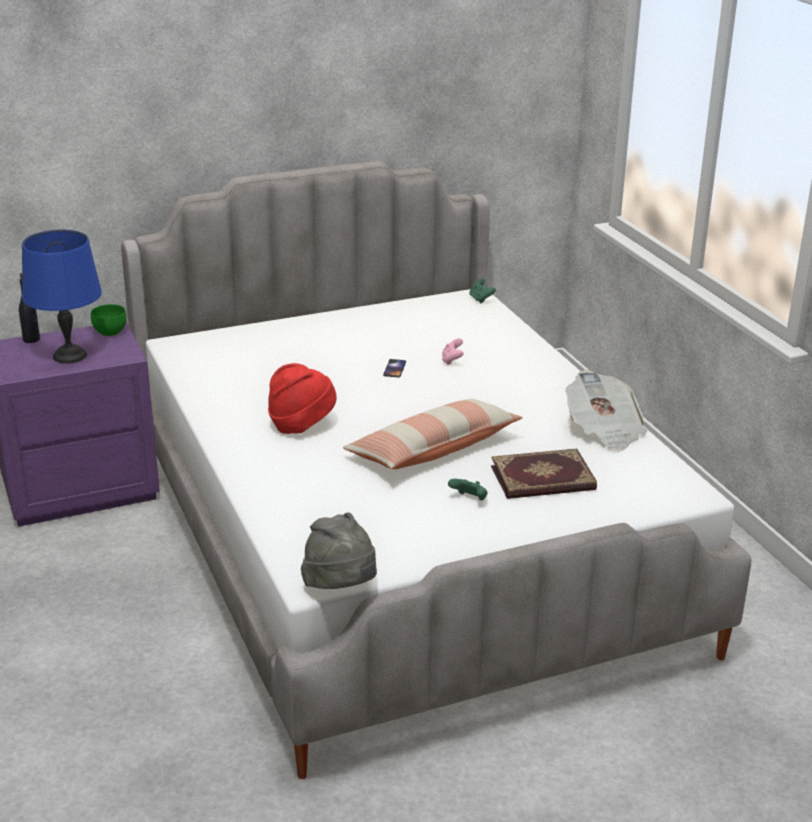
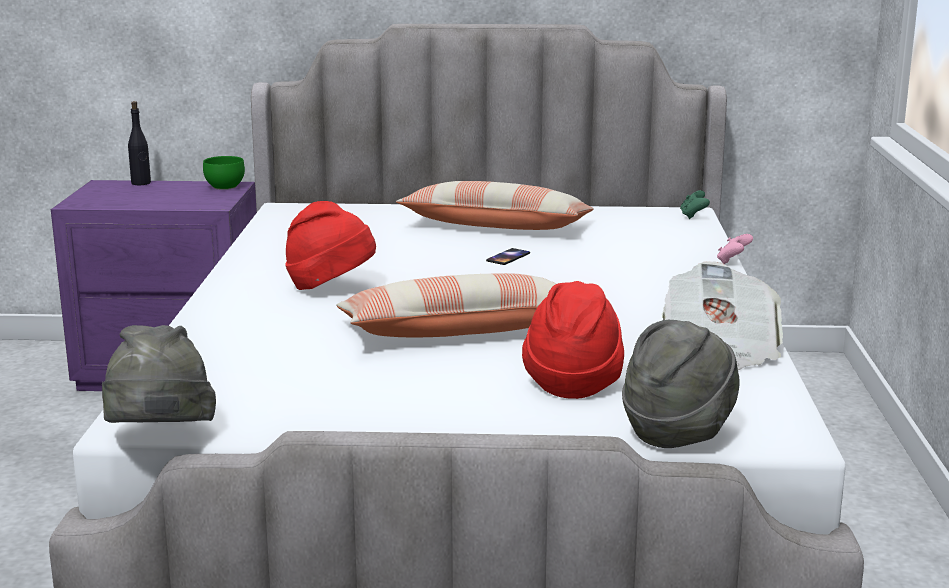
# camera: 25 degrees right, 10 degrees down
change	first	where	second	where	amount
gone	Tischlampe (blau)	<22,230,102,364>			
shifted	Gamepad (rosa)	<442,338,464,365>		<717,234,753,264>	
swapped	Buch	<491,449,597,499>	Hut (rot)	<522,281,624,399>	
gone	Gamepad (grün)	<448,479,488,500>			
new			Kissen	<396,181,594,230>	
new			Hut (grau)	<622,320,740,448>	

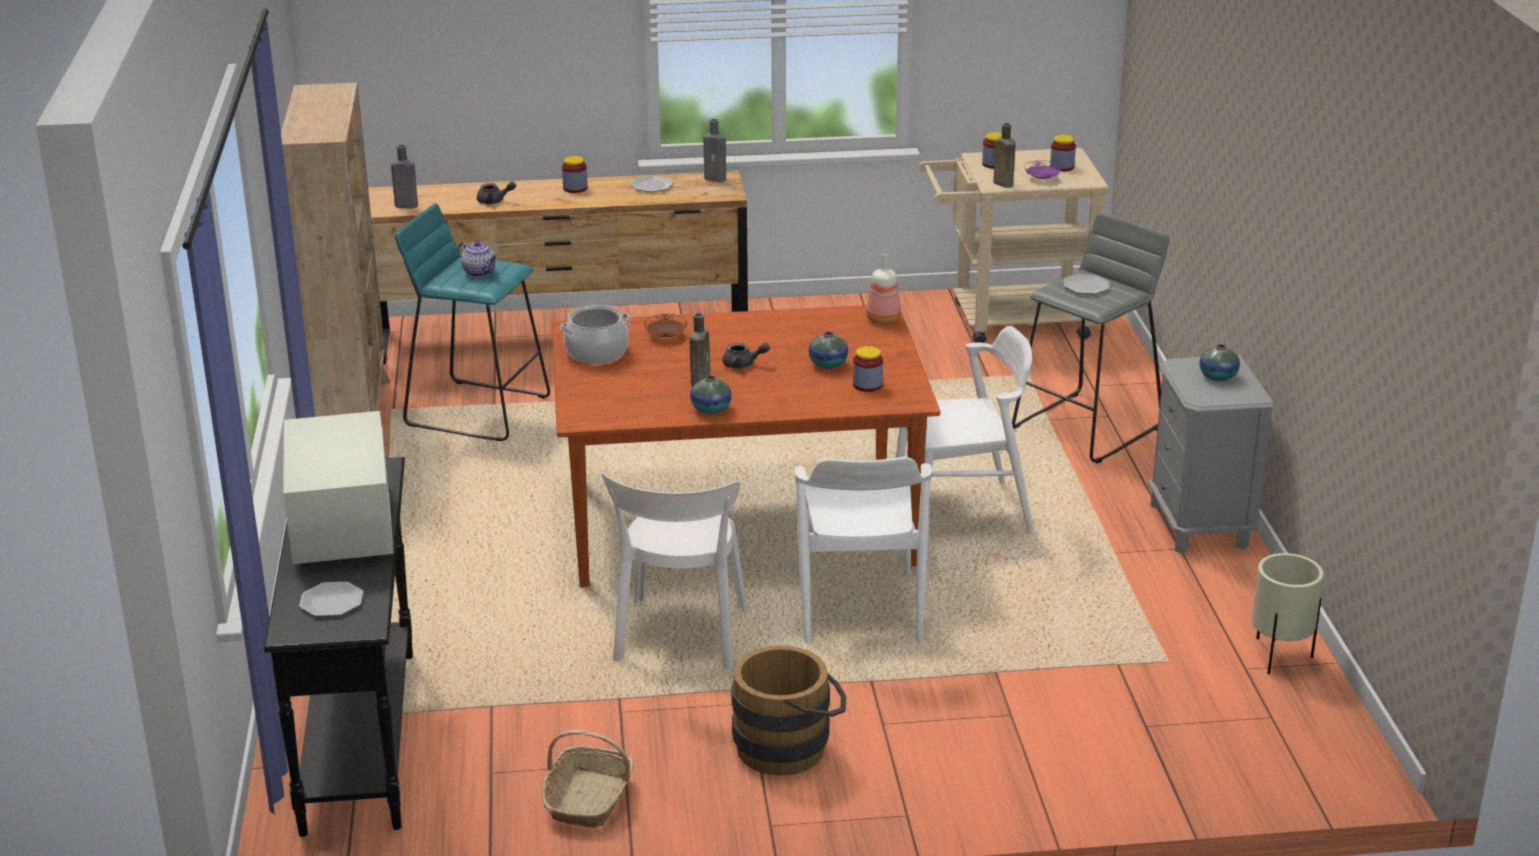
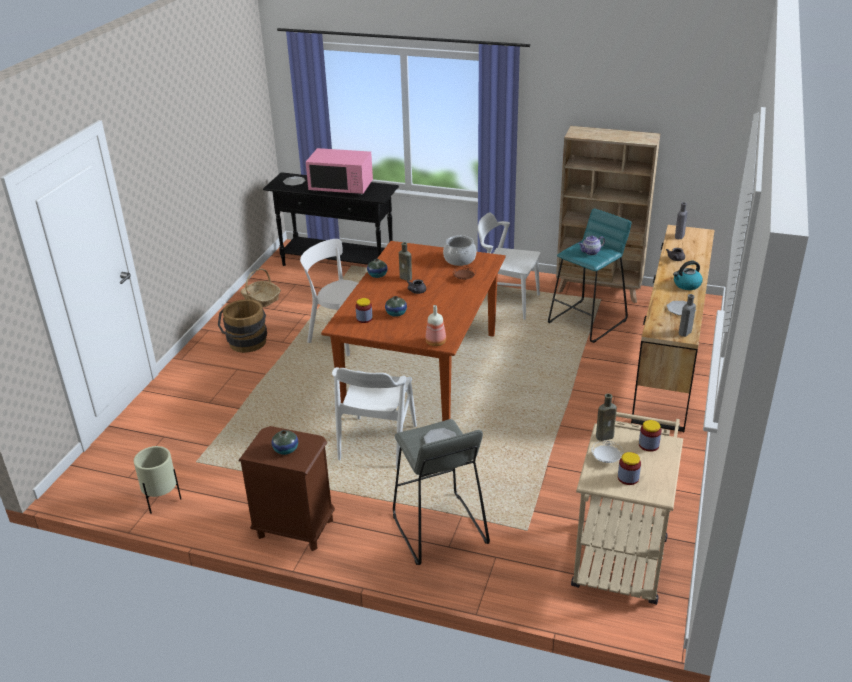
# camera: 115 degrees right, 5 degrees up
change	first	where	second	where	amount
swapped	Vorratsglas	<562,156,588,193>	Wasserkessel	<673,261,703,290>	
repainted	Teller (lila)	<1024,160,1062,179>	Teller (weiß)	<591,441,624,463>	
repainted	Nachttisch (grau)	<1148,355,1274,554>	Nachttisch (braun)	<238,426,335,551>	
repainted	Mikrowelle (weiß)	<283,411,394,566>	Mikrowelle (rosa)	<306,148,373,195>	
shifted	Stuhl (weiß)	<795,457,932,643>		<478,213,540,320>	

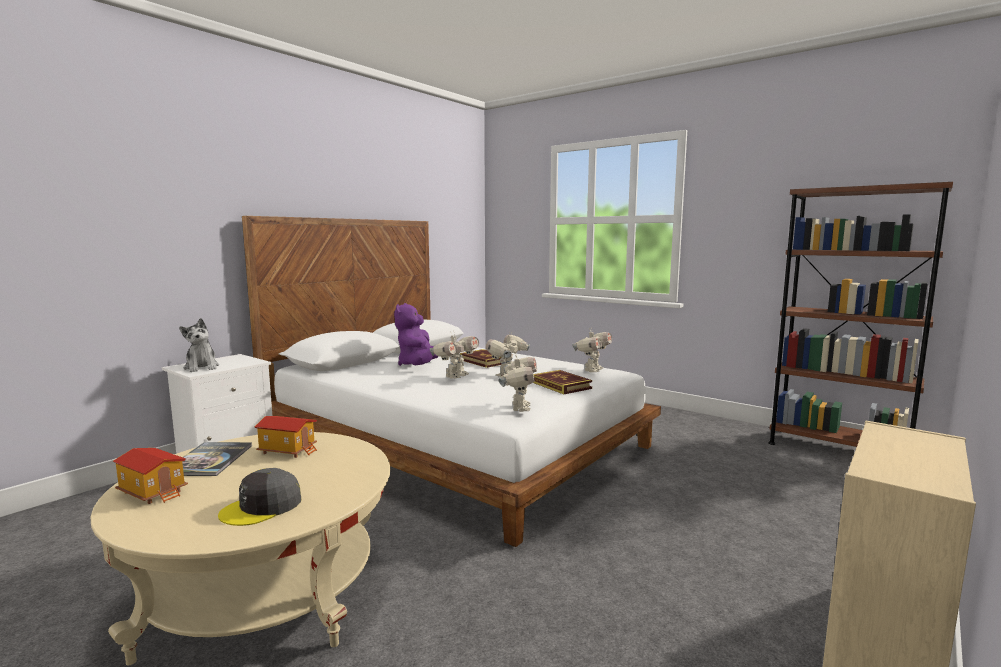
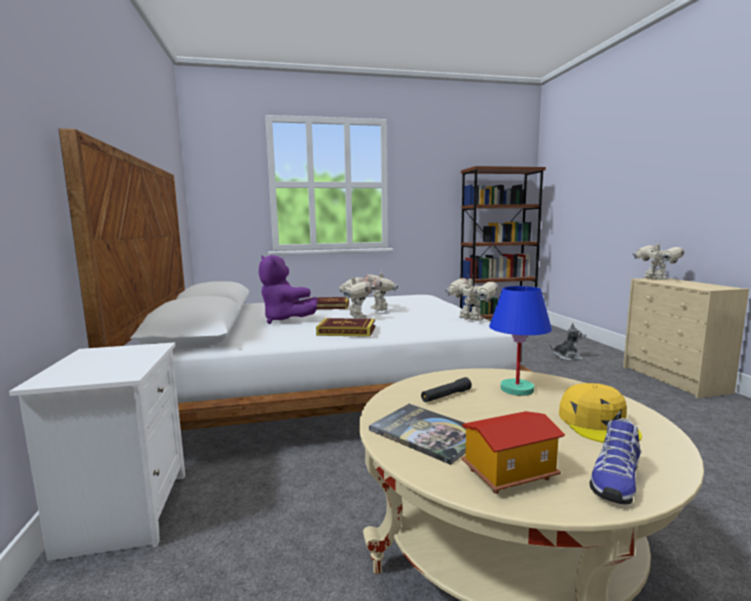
# camera: 50 degrees left, 0 degrees up
change	first	where	second	where	amount
shifted	Plüschtier	<179,318,219,372>		<549,323,586,361>	
shifted	Spielzeugroboter	<572,328,612,372>		<633,241,684,280>	
shifted	Buch	<533,370,592,394>		<316,318,375,337>	
swapped	Spielzeughaus	<255,416,317,458>	Taschenlampe (schwarz)	<421,377,472,402>	
repainted	Kappe (grau)	<218,468,301,526>	Kappe (gelb)	<559,383,642,443>	
new			Tischlampe (blau)	<489,286,552,396>	
new			Schuh	<589,418,641,505>	

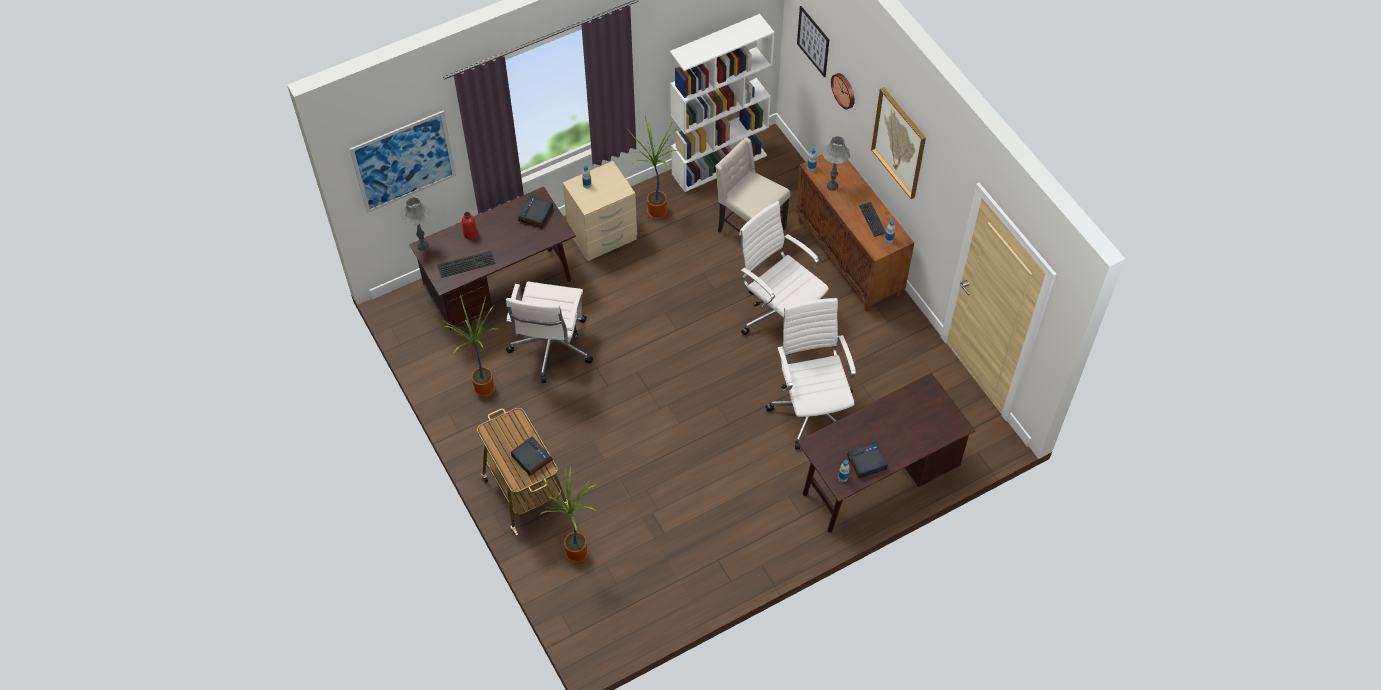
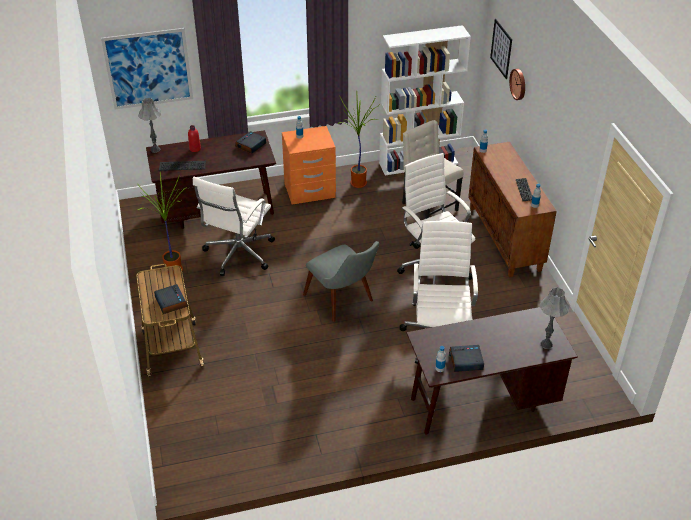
# camera: 15 degrees right, 15 degrees down
change	first	where	second	where	amount
gone	Bild	<871,87,926,199>			
shifted	Tischlampe (grau)	<822,136,850,191>		<540,287,570,349>	
repainted	Nachttisch (beige)	<563,161,637,261>	Nachttisch (orange)	<282,126,336,205>	
gone	Topfpflanze	<539,462,597,563>			
new			Stuhl (grau)	<303,241,379,322>	

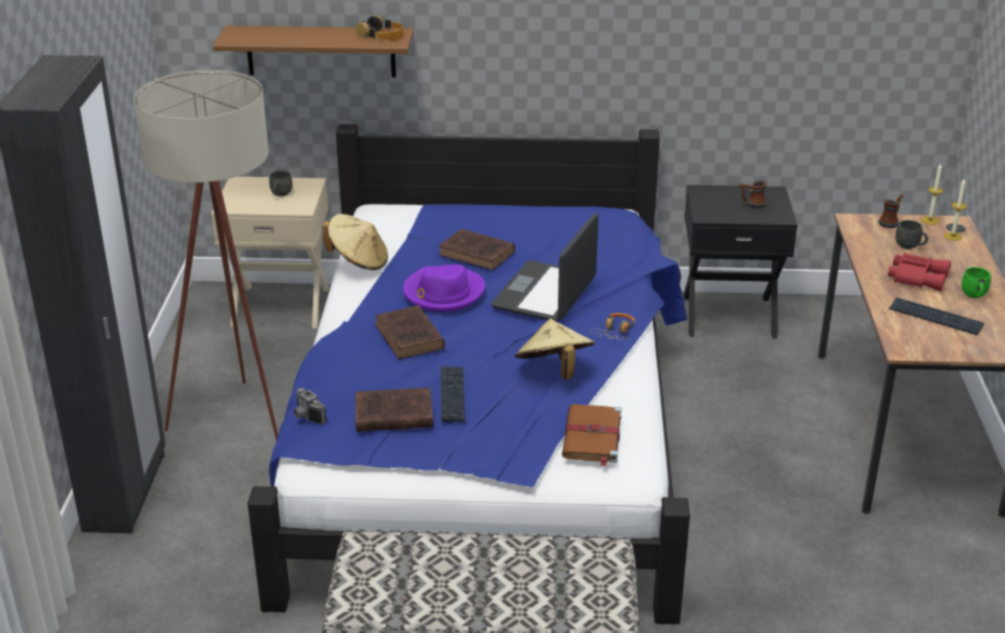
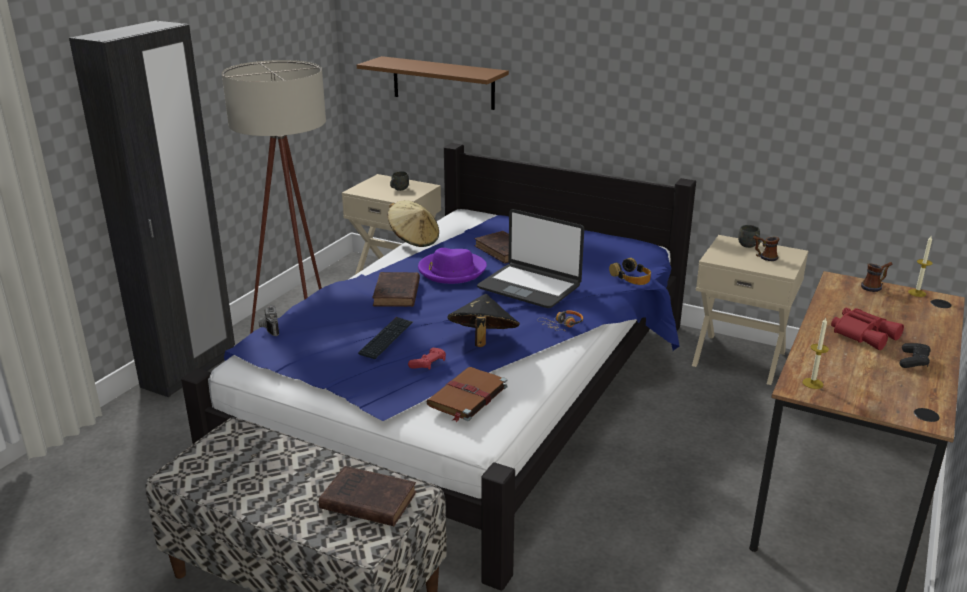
# camera: 25 degrees right, 5 degrees down
change	first	where	second	where	amount
shifted	Kopfhörer	<356,15,403,40>		<609,258,651,285>	
shifted	Kerze	<944,179,967,241>		<802,318,829,389>	
repainted	Nachttisch (schwarz)	<683,185,798,339>	Nachttisch (beige)	<692,235,809,385>	
rotated	Laptop	<491,212,599,322>		<477,209,584,308>	105 degrees counterclockwise
shifted	Henkelbecher (grau)	<895,220,928,249>		<738,225,761,248>	
swapped	Henkelbecher (grün)	<961,267,991,298>	Gamepad (schwarz)	<900,343,931,368>	
gone	Tastatur	<889,297,984,335>			
repainted	Hut (beige)	<515,319,595,380>	Hut (schwarz)	<447,294,520,347>	
shifted	Buch (braun)	<355,388,433,432>		<319,466,416,526>	
new			Gamepad (rot)	<408,348,446,370>	

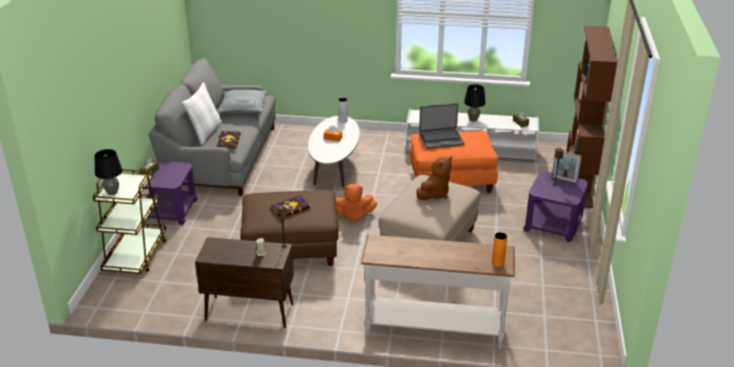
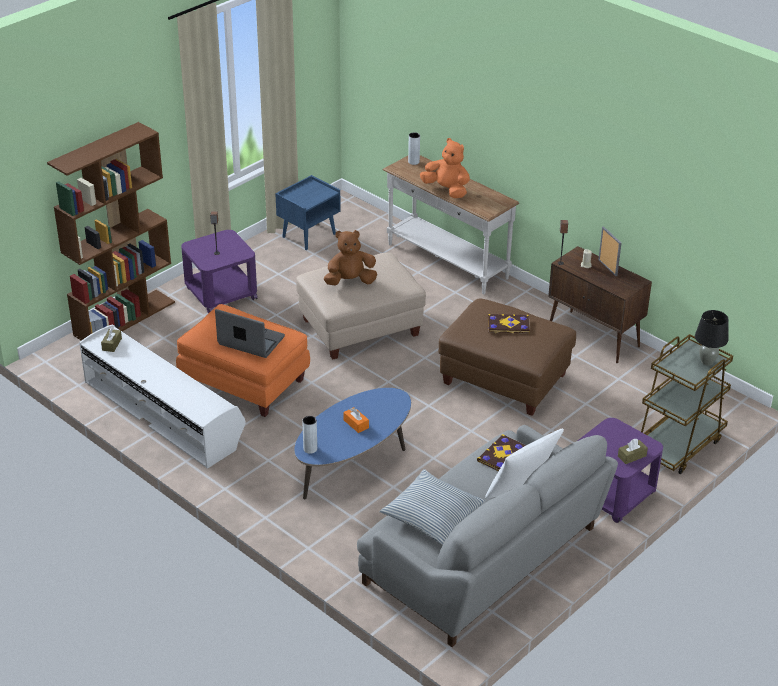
# camera: 145 degrees left, 5 degrees up
change	first	where	second	where	amount
gone	Tischlampe (schwarz)	<464,84,485,122>			
repainted	Couchtisch (weiß)	<308,115,360,187>	Couchtisch (blau)	<294,388,411,499>	
shifted	Bilderrahmen	<552,151,582,184>		<598,227,621,276>	
shifted	Plüschtier (orange)	<336,184,377,223>		<420,138,470,198>	
repainted	Vase (orange)	<492,232,507,267>	Vase (grau)	<408,132,420,165>	
new			Nachttisch (blau)	<275,175,341,250>	

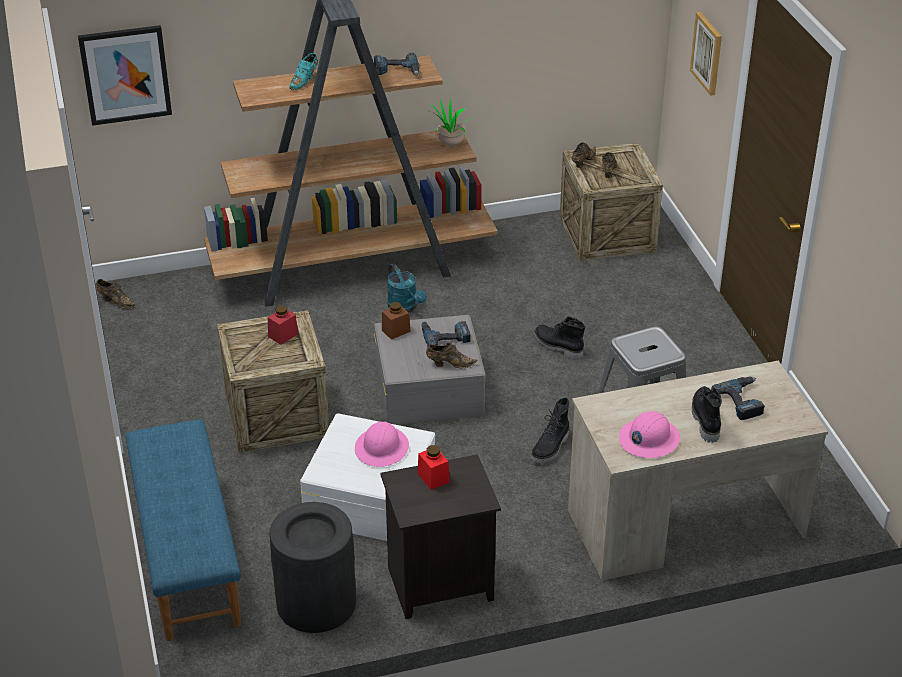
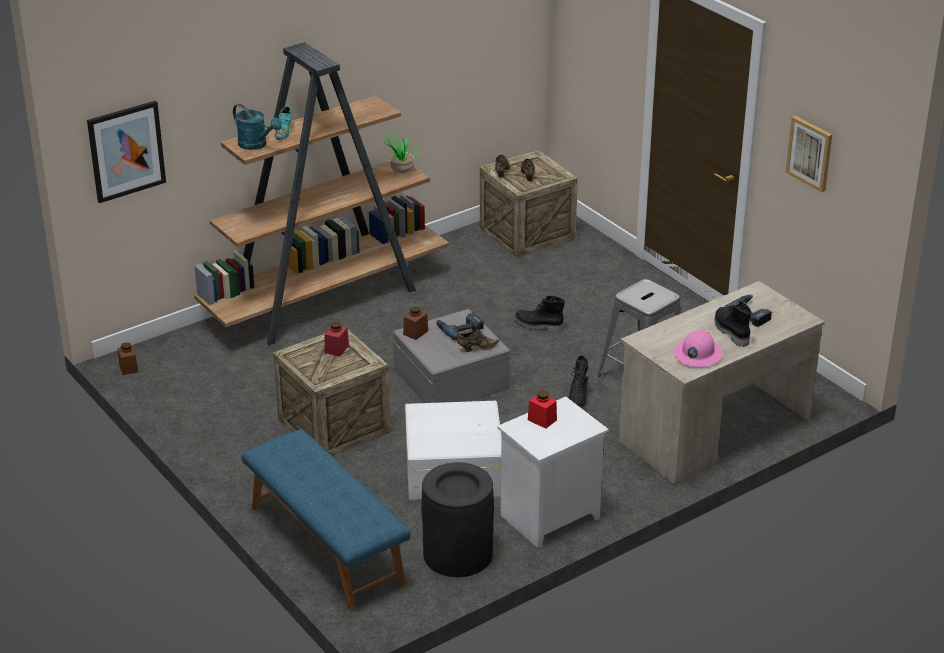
# camera: 20 degrees left, 5 degrees down
change	first	where	second	where	amount
shifted	Bild	<690,12,722,96>		<786,116,832,192>	
gone	Bohrmaschine	<374,52,419,76>			
shifted	Gießkanne (türkis)	<387,263,426,313>		<233,104,282,150>	
swapped	Schuh (braun)	<96,279,135,309>	Vorratsglas (braun)	<118,342,138,375>	
gone	Schutzhelm (rosa)	<355,422,409,467>			
repainted	Nachttisch (schwarz)	<380,454,501,619>	Nachttisch (weiß)	<497,397,609,548>	

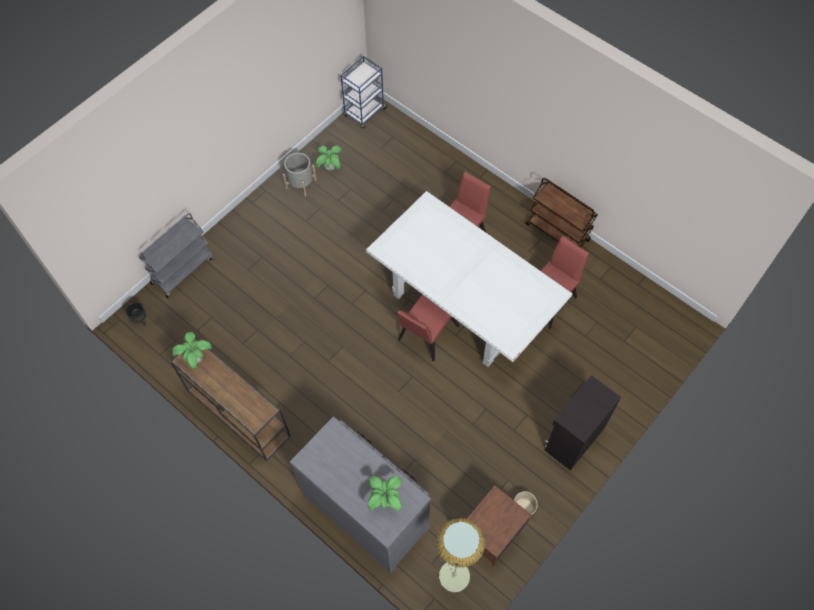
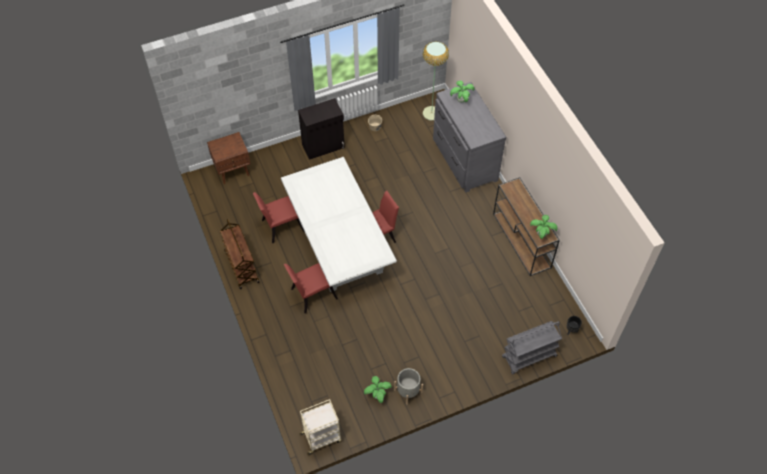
# camera: 155 degrees left, 5 degrees down
change	first	where	second	where	amount
repainted	Rollwagen (blau)	<340,56,387,129>	Rollwagen (beige)	<299,399,342,454>	
shifted	Nachttisch (braun)	<466,486,531,566>		<207,132,251,184>	

